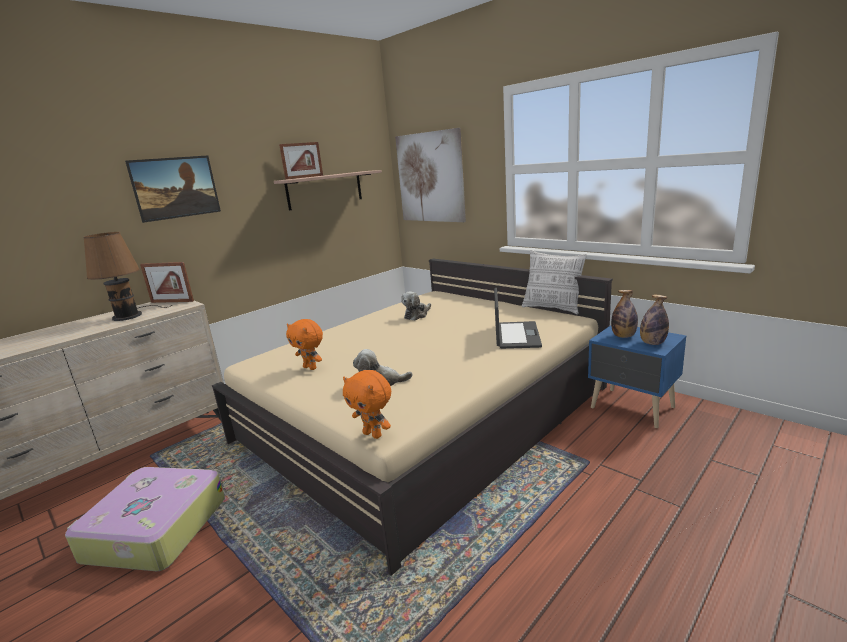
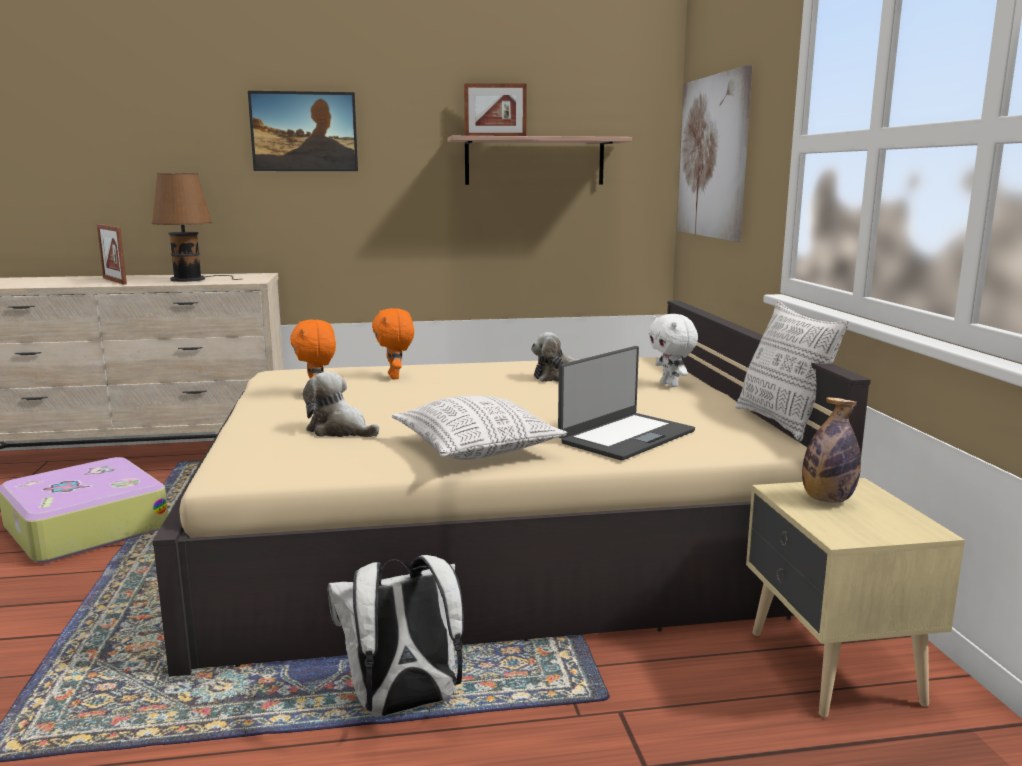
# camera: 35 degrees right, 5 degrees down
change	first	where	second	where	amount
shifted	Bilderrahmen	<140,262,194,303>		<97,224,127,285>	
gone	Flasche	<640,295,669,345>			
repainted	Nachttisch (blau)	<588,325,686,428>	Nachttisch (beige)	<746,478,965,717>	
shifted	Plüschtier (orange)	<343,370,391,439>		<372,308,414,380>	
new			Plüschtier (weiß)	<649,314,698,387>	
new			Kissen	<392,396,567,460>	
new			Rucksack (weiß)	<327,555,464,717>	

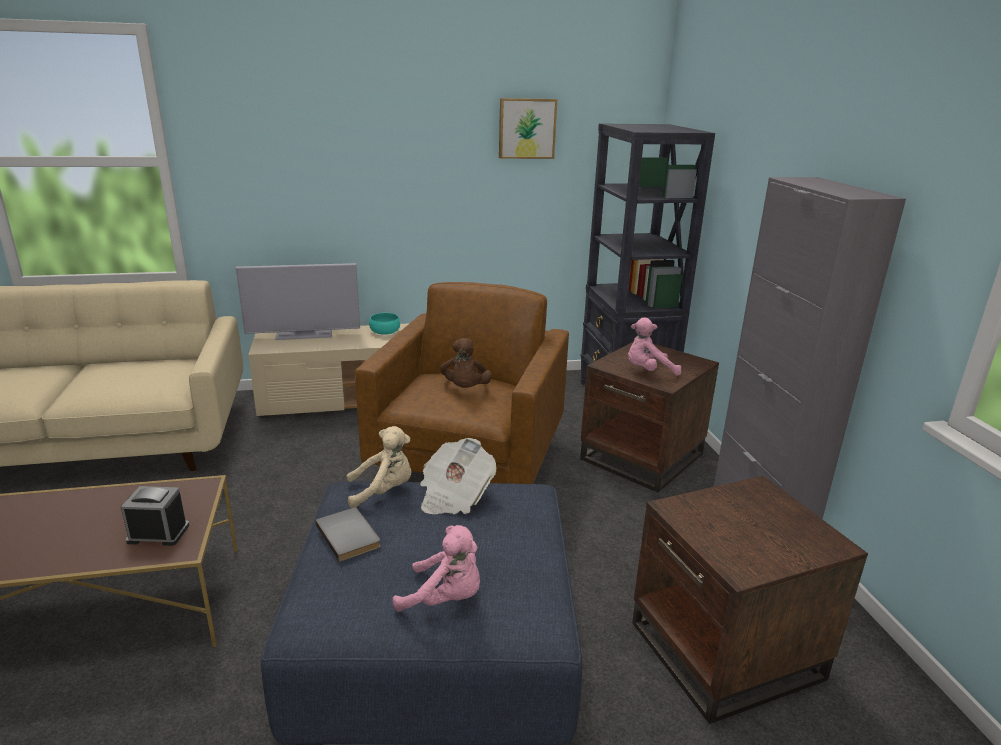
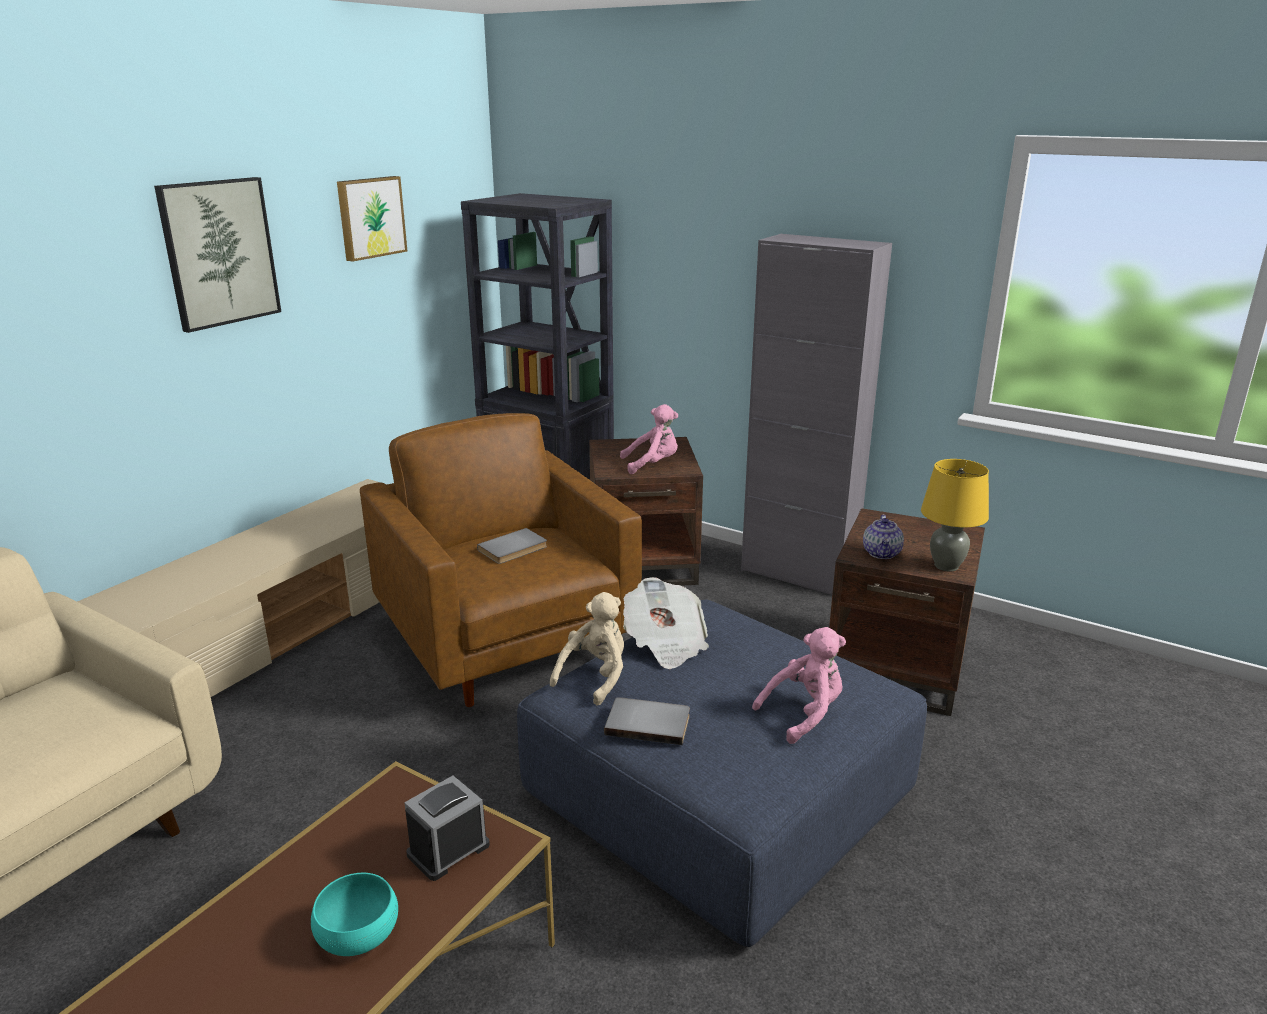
# camera: 45 degrees left, 0 degrees up
change	first	where	second	where	amount
gone	Fernseher	<236,263,360,340>			
shifted	Schüssel (türkis)	<369,313,400,335>		<311,873,398,956>	
rotated	Plüschtier (rosa)	<628,317,681,376>		<620,404,678,474>	135 degrees counterclockwise
swapped	Plüschtier (braun)	<440,338,492,388>	Buch (grau)	<477,528,547,564>	
new			Bild	<154,177,281,333>	
new			Tischlampe (gelb)	<921,459,989,572>	
new			Teekanne	<863,515,904,559>	

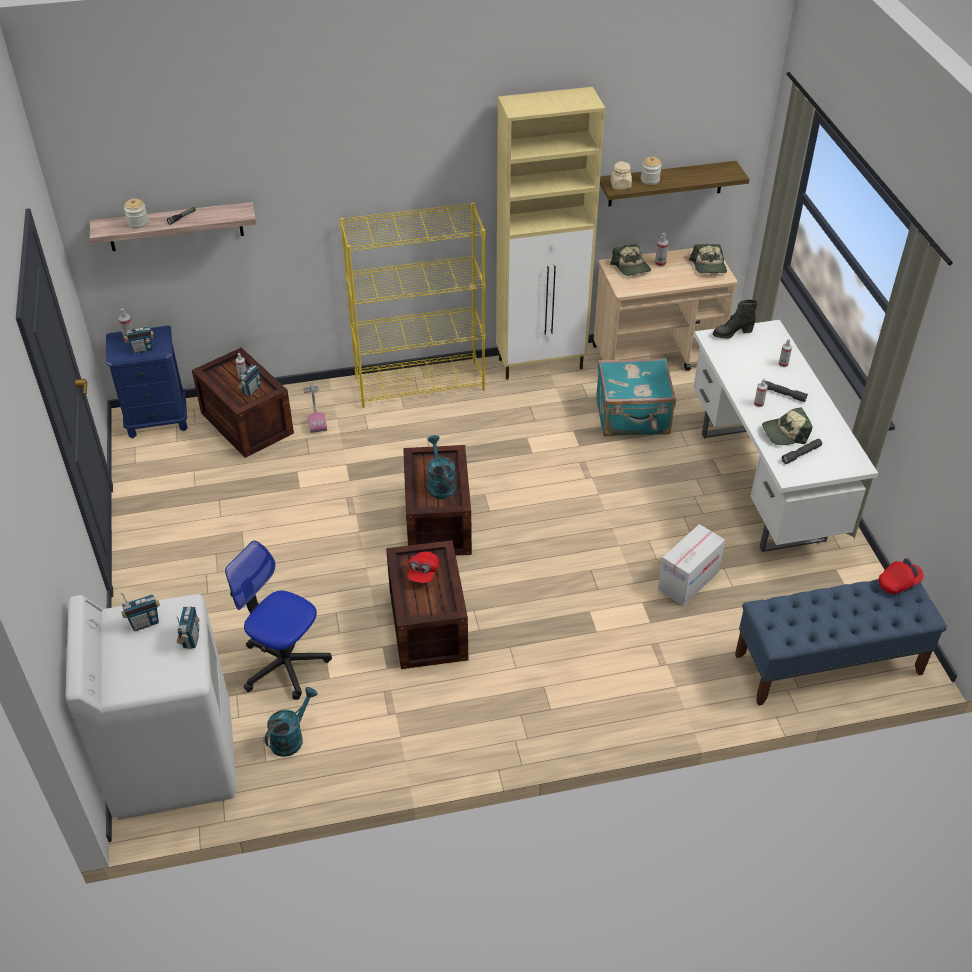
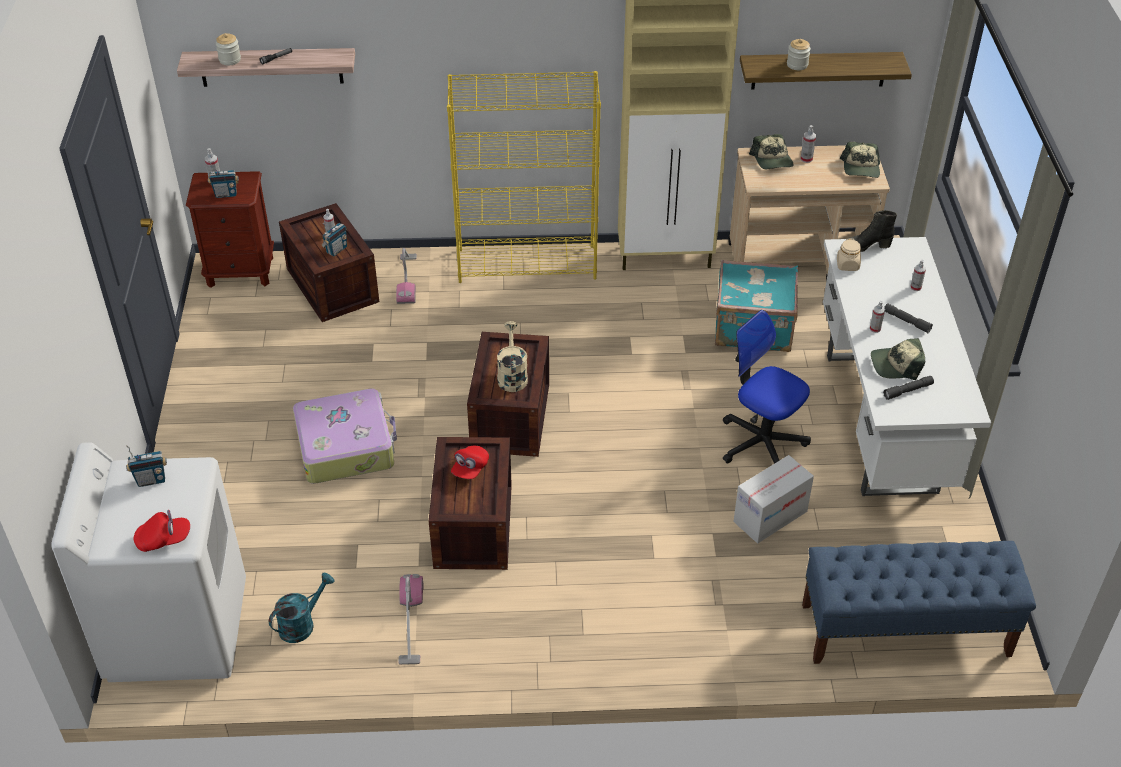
# camera: 10 degrees right, 0 degrees up
change	first	where	second	where	amount
shifted	Vorratsglas (beige)	<610,161,632,189>		<837,238,861,271>	
repainted	Nachttisch (blau)	<106,326,188,438>	Nachttisch (braun)	<186,171,274,288>	
repainted	Gießkanne (türkis)	<427,435,456,499>	Gießkanne (beige)	<497,321,528,392>	
shifted	Bürostuhl	<225,541,332,700>		<723,310,811,464>	
shifted	Kappe (rot)	<878,558,923,594>		<134,510,190,552>	
gone	Radio	<176,606,200,649>			
new			Koffer	<293,388,397,484>	
new			Staubsauger	<398,574,424,665>	

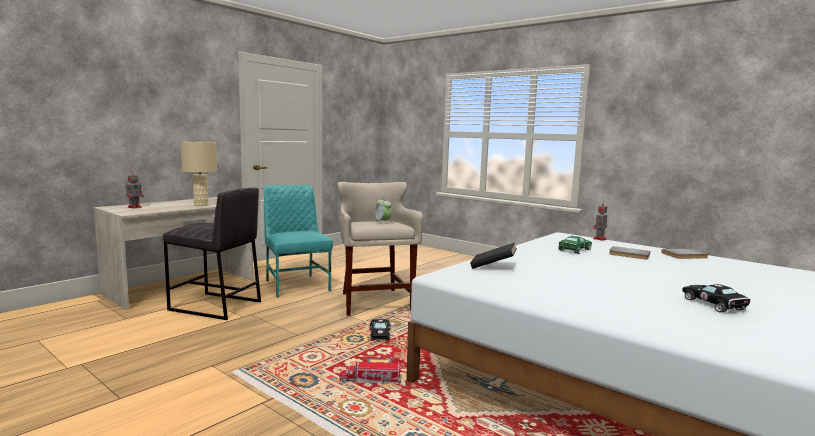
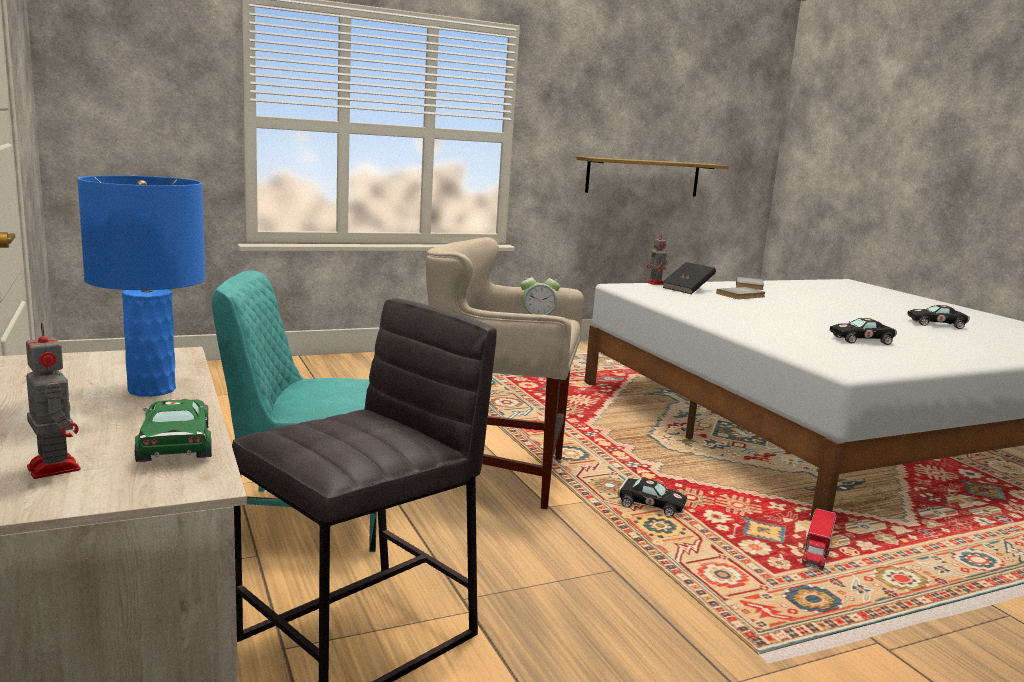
# camera: 65 degrees left, 5 degrees up
change	first	where	second	where	amount
repainted	Tischlampe (beige)	<181,141,217,206>	Tischlampe (blau)	<77,175,205,397>	
shifted	Spielzeugauto (grün)	<559,236,592,254>		<135,398,212,462>	
shifted	Buch (schwarz)	<470,243,517,269>		<663,262,716,294>	
new			Wandregal	<576,156,729,196>	
new			Spielzeugauto (schwarz)	<830,318,897,345>	

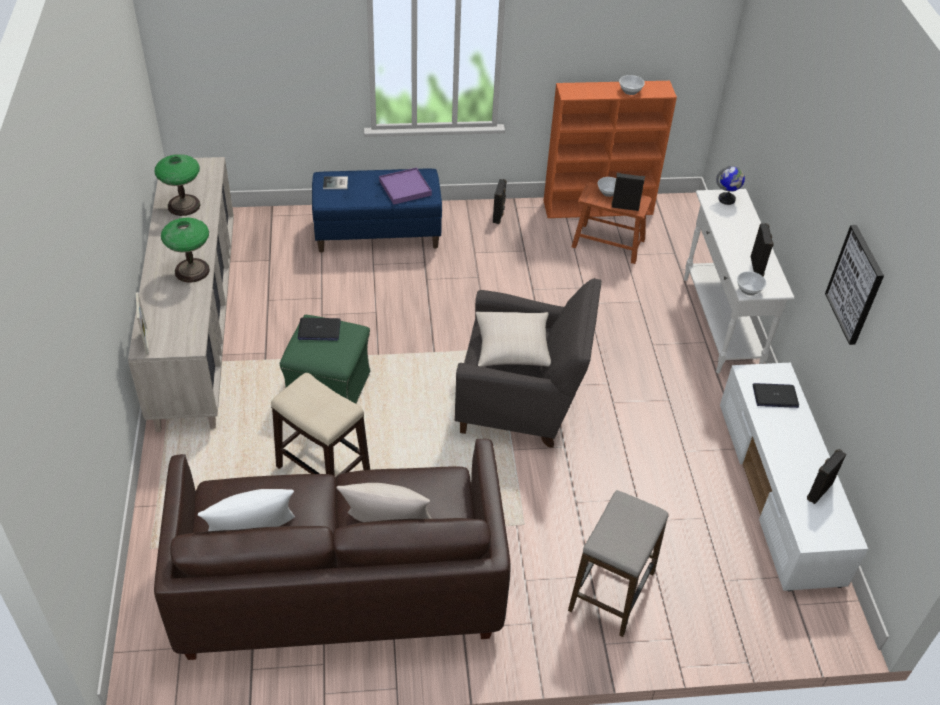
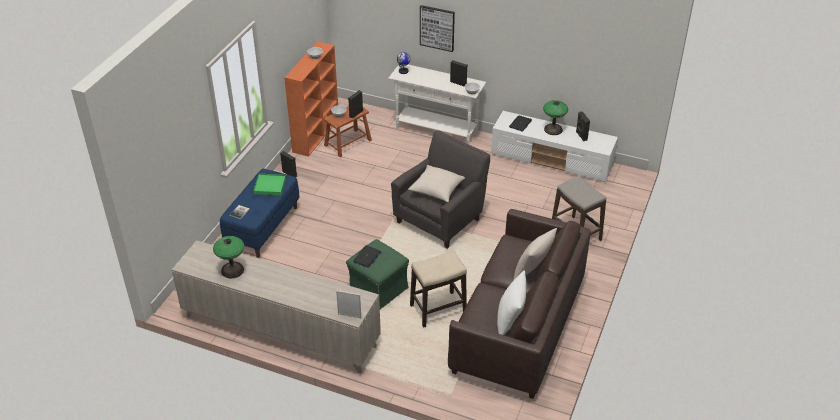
# camera: 60 degrees left, 5 degrees down
change	first	where	second	where	amount
repainted	Tablett (lila)	<379,167,432,205>	Tablett (grün)	<253,174,286,195>	
shifted	Tischlampe	<161,217,210,283>		<543,100,568,135>	
shifted	Bild	<825,225,884,345>		<420,5,455,52>	

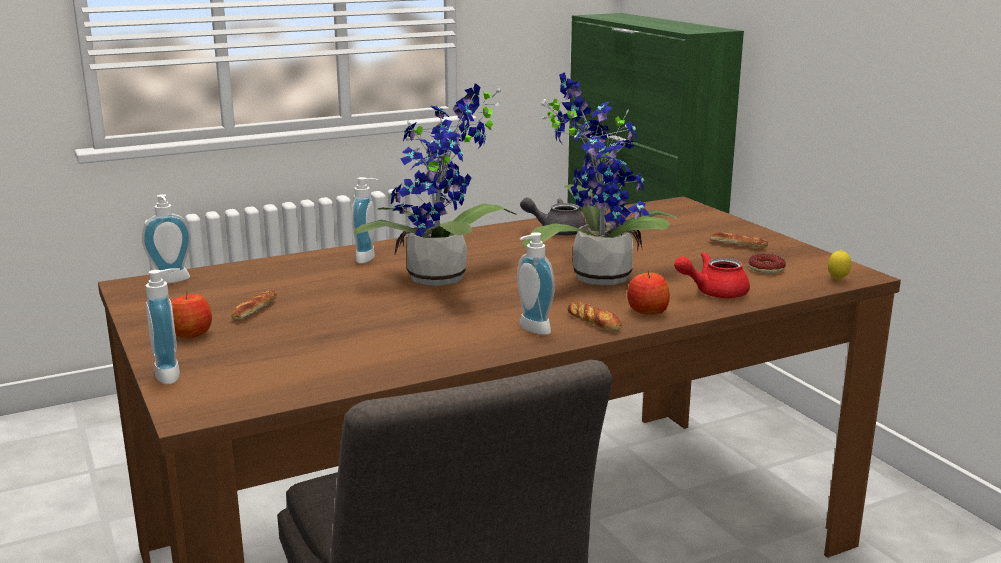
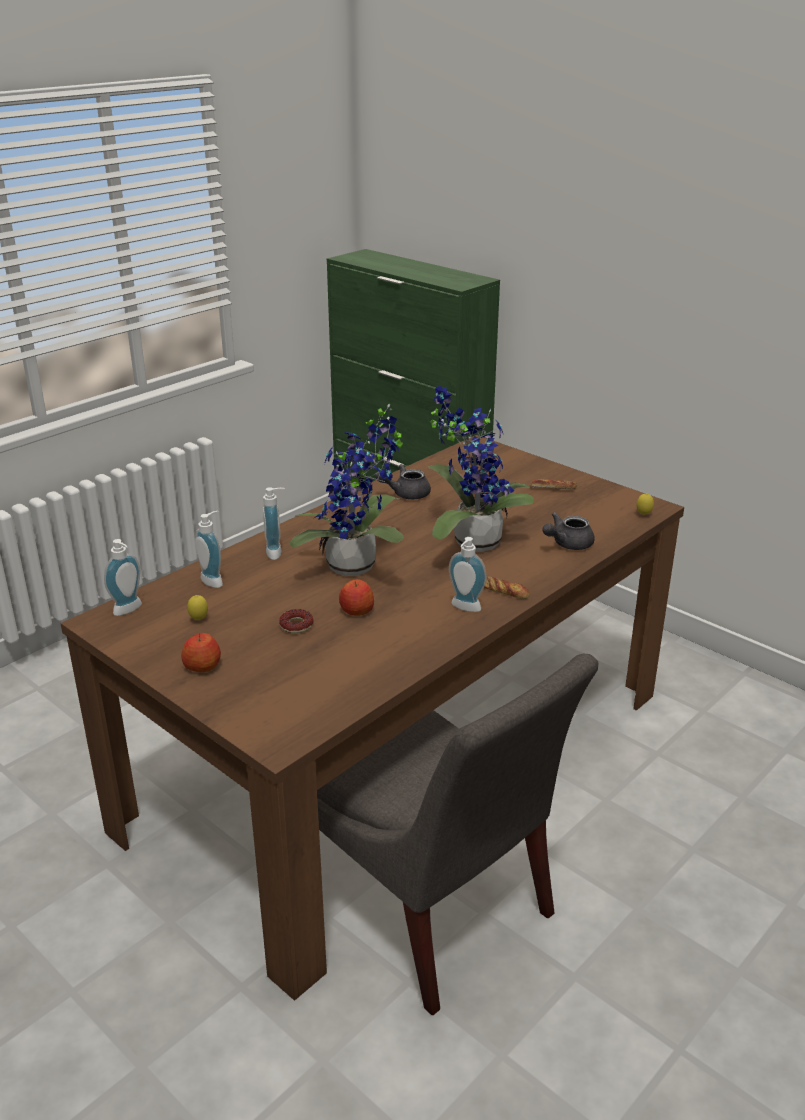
# camera: 20 degrees left, 10 degrees up
change	first	where	second	where	amount
repainted	Teekanne (rot)	<674,252,750,298>	Teekanne (grau)	<542,512,595,550>	
shifted	Donut	<748,254,786,274>		<279,609,314,634>	
shifted	Seifenspender	<146,268,180,384>		<195,511,223,588>	
shifted	Apfel	<627,270,670,315>		<339,579,374,616>	
gone	Brot	<231,290,277,320>			
new			Zitrone	<187,595,208,620>	

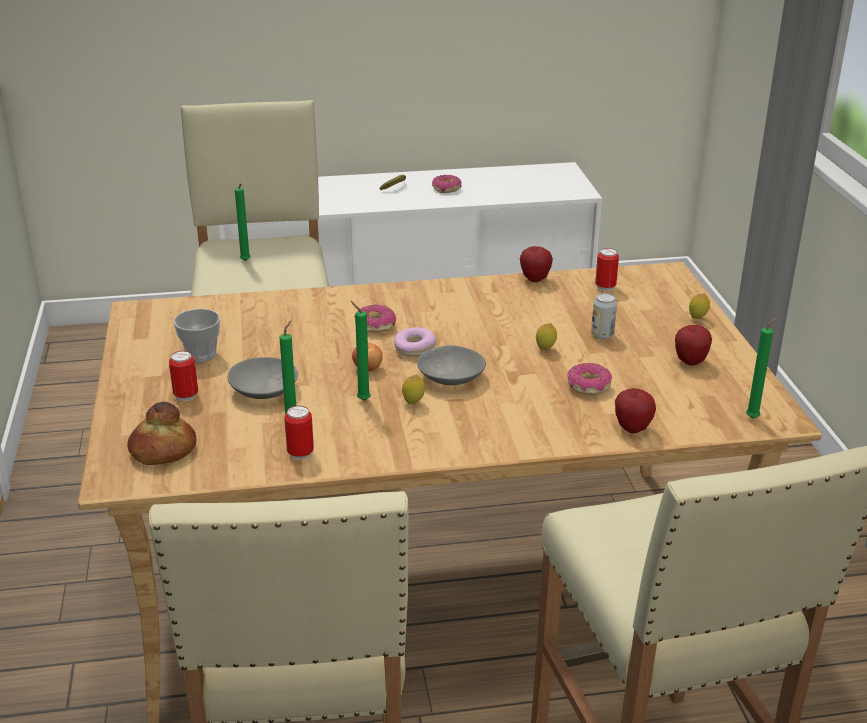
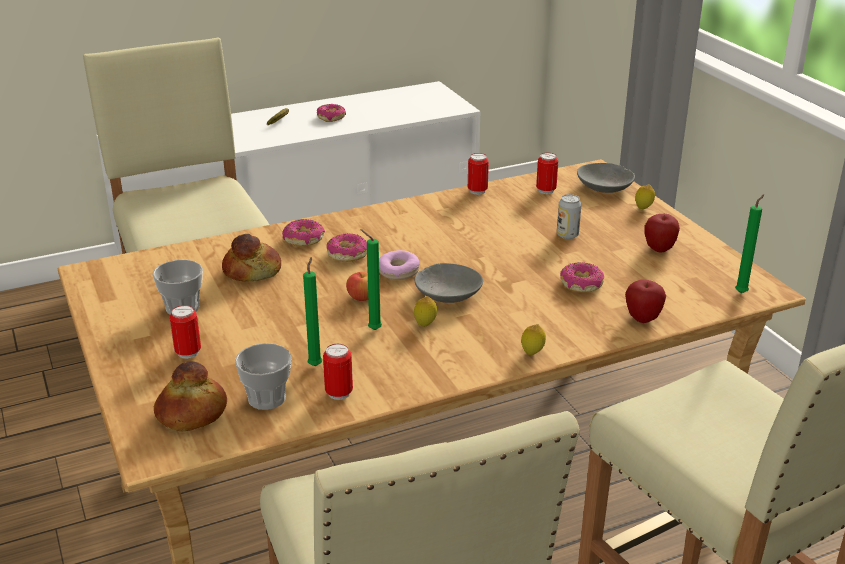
# camera: 15 degrees left, 0 degrees up
change	first	where	second	where	amount
gone	Kerze (grün)	<235,184,250,261>			
swapped	Apfel	<520,246,553,282>	Dose	<468,153,489,195>	
shifted	Zitrone	<536,323,557,350>		<521,324,546,355>	
shifted	Schüssel (grau)	<228,357,298,399>		<577,163,635,193>	
new			Donut	<282,219,325,246>	
new			Brot	<222,234,281,282>	
new			Tasse	<235,343,292,410>	

